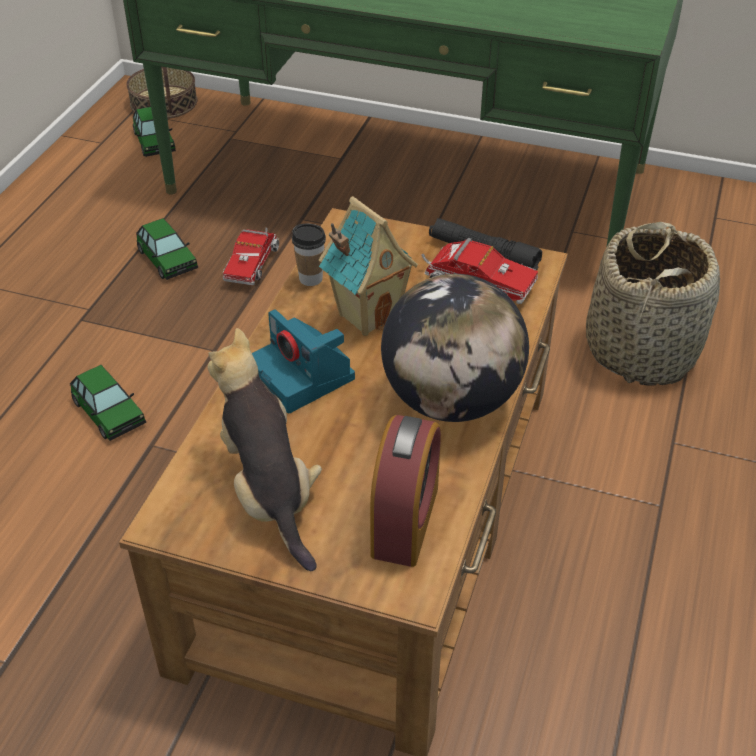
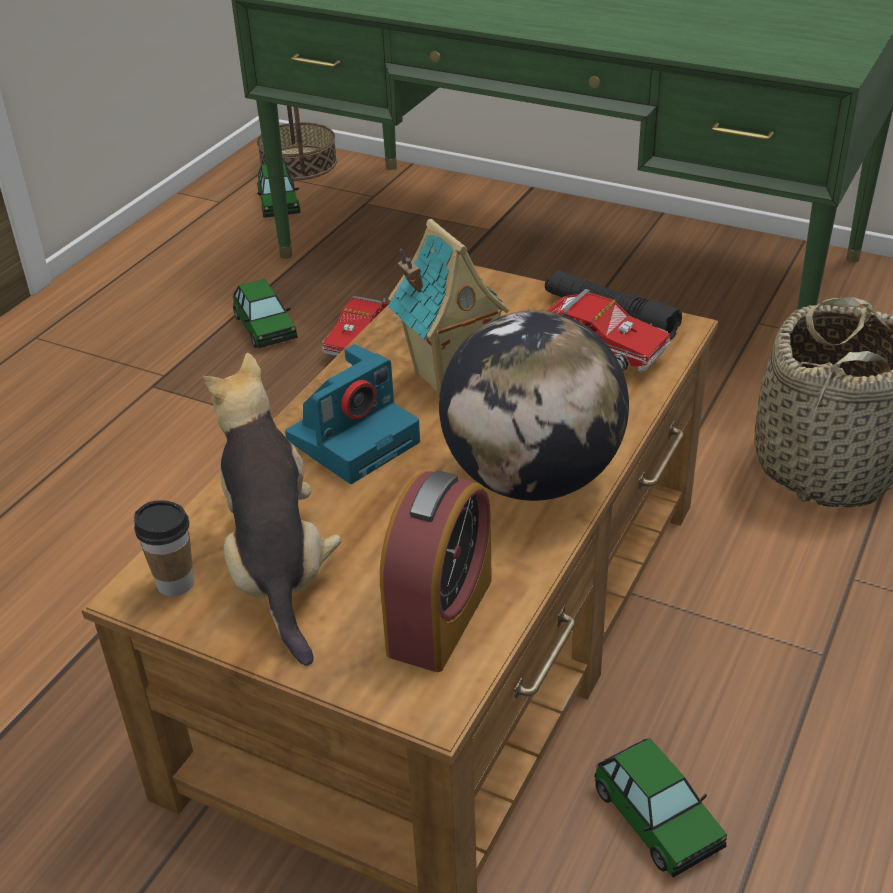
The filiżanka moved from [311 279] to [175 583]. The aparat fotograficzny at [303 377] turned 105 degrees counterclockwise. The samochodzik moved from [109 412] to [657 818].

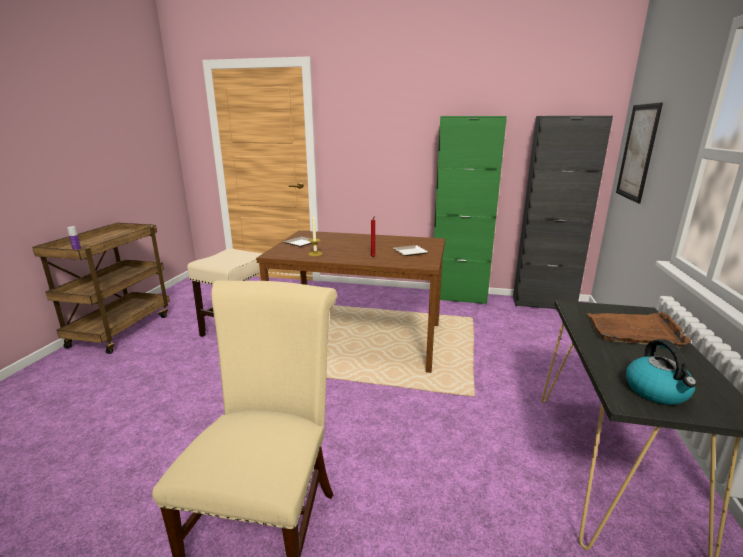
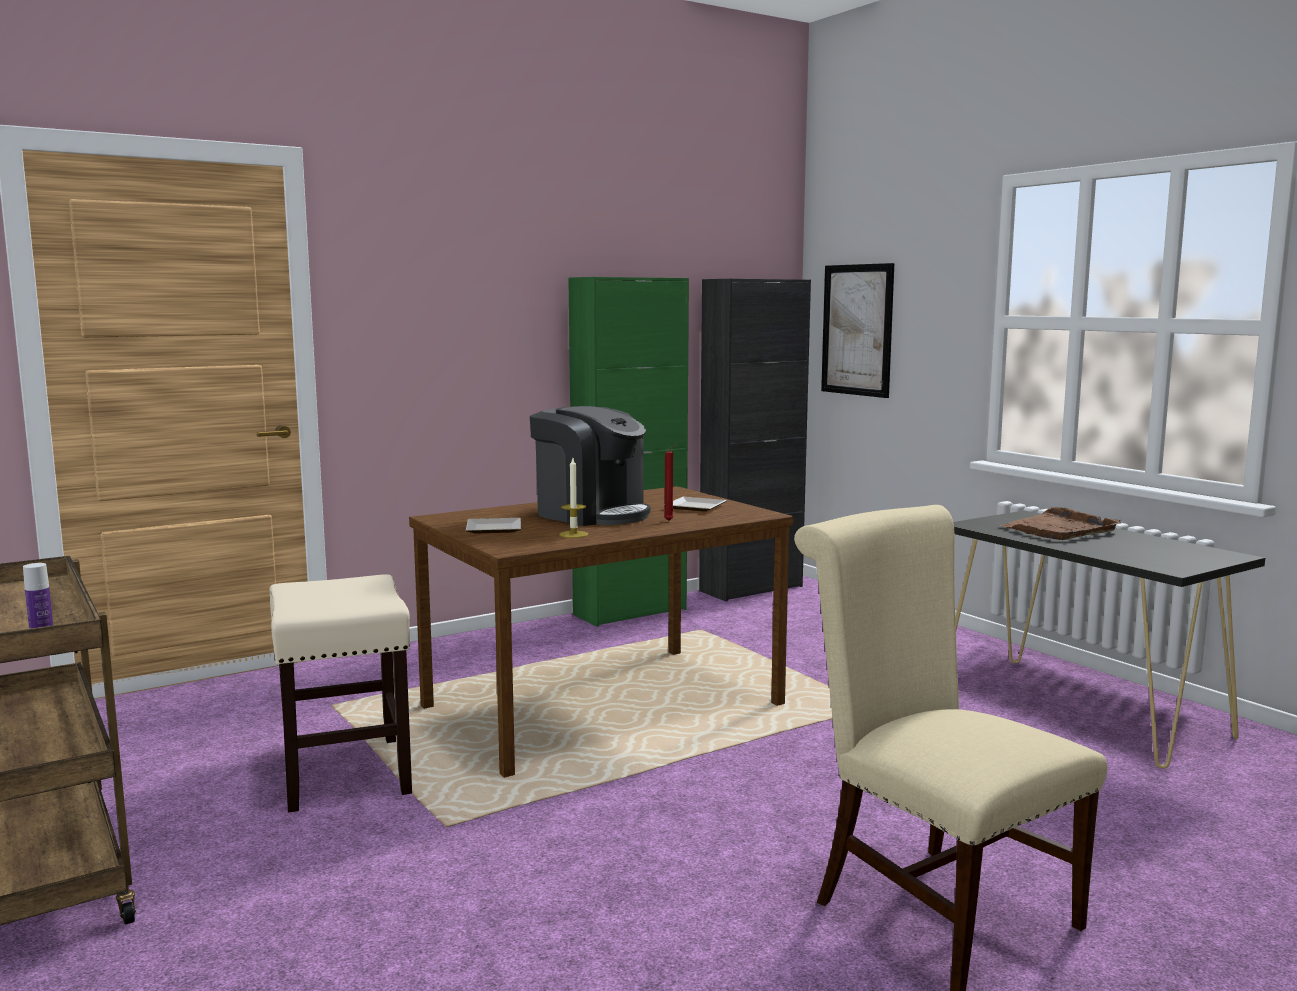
The czajnik at [657 391] disappeared. The ekspres do kawy at [591 514] appeared.

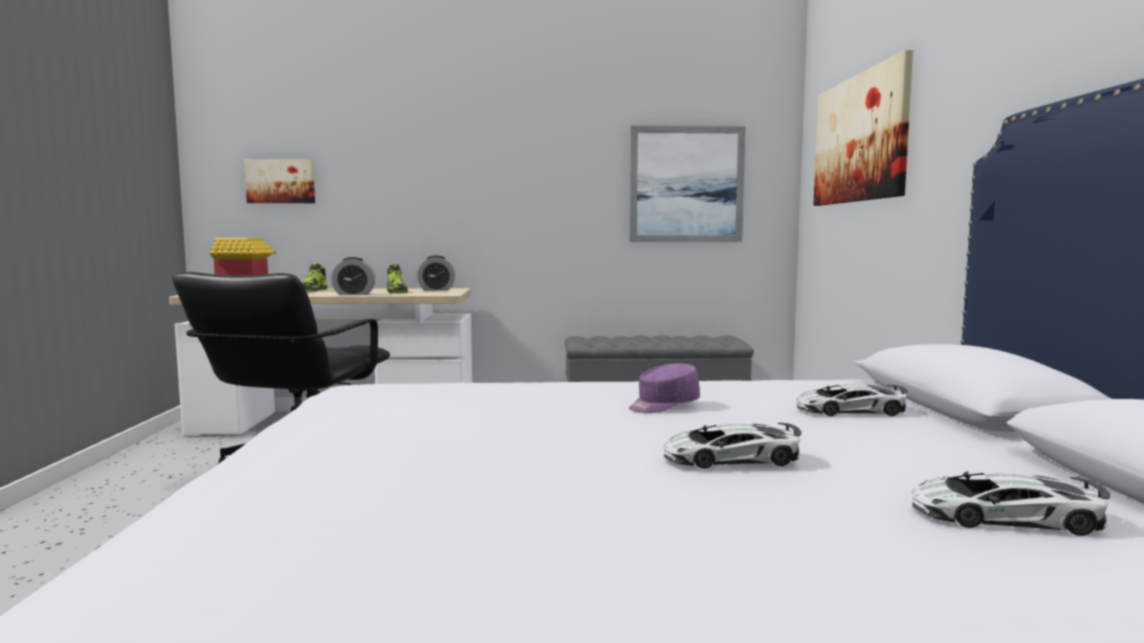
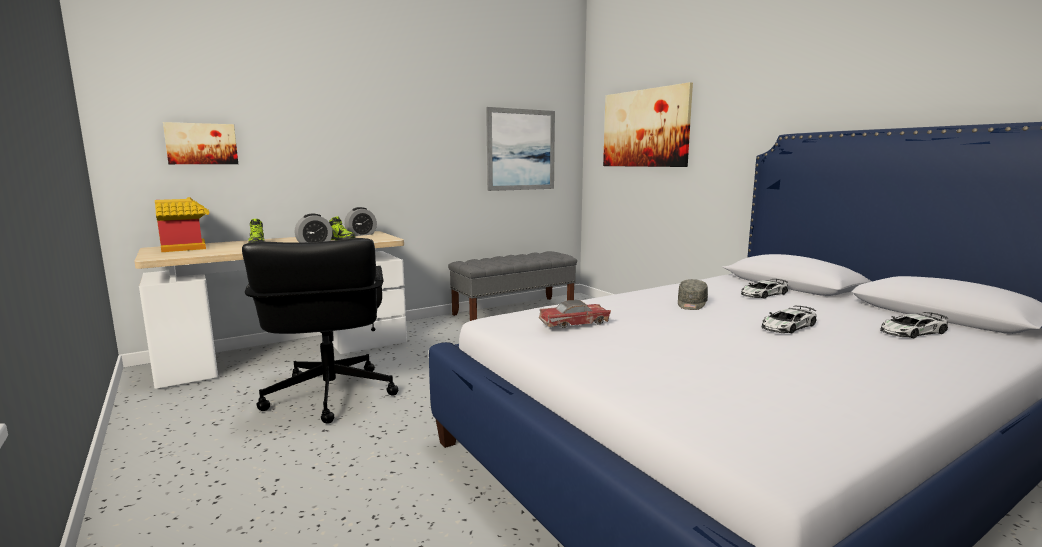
The czapka z daszkiem [fioletowy] at [663 405] became the czapka z daszkiem [szary] at [691 304]. The samochodzik at [574 323] appeared.

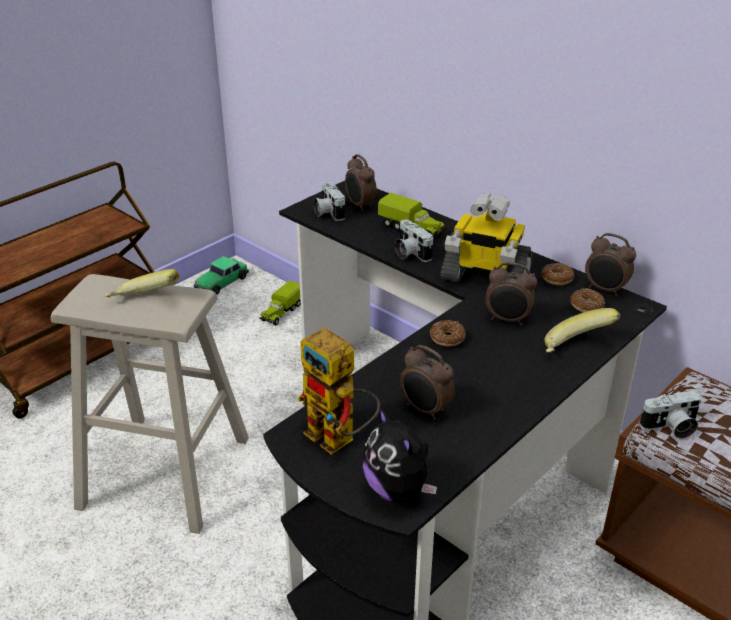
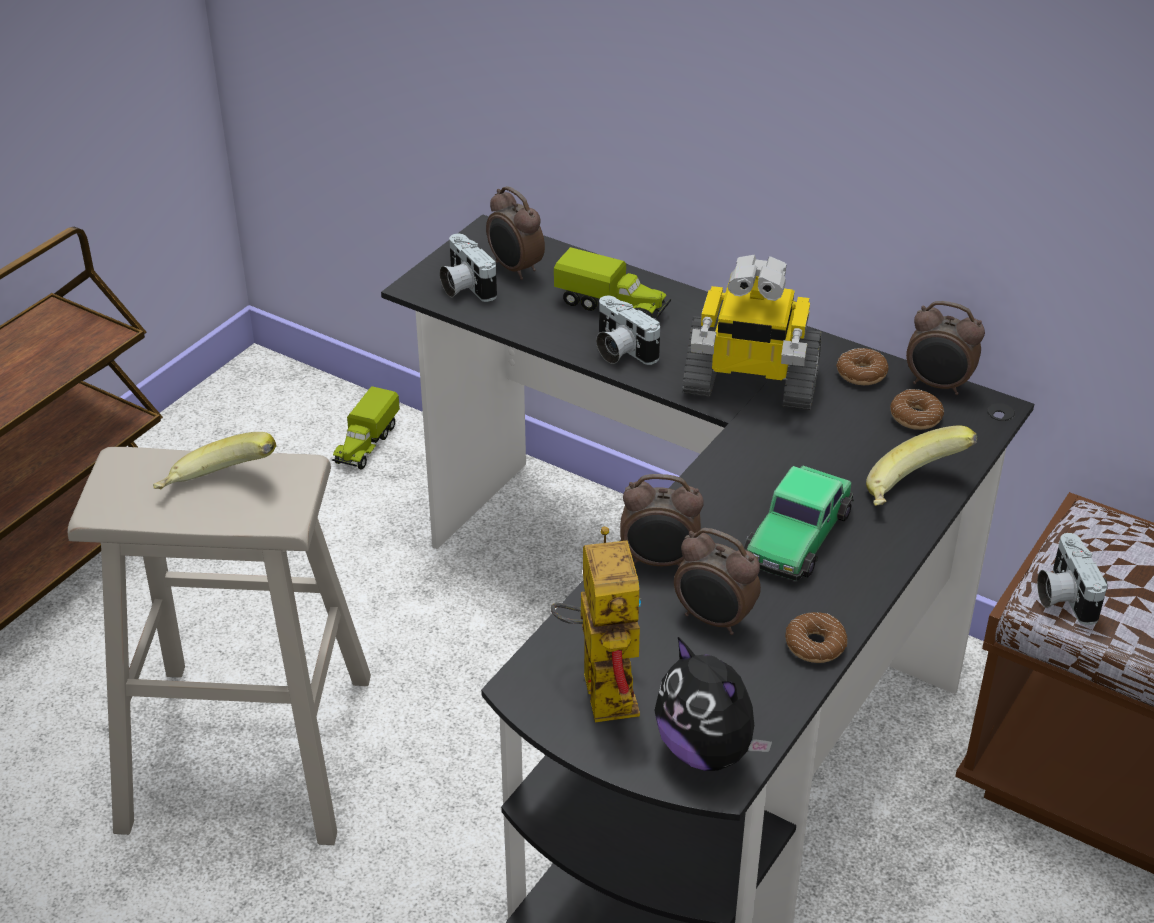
The samochodzik moved from [221 282] to [797 536]. The budzik moved from [507 320] to [659 562]. The donut moved from [447 338] to [815 645]. The robot zabawkowy at [339 439] turned 135 degrees counterclockwise. The aparat fotograficzny at [670 427] turned 105 degrees clockwise.

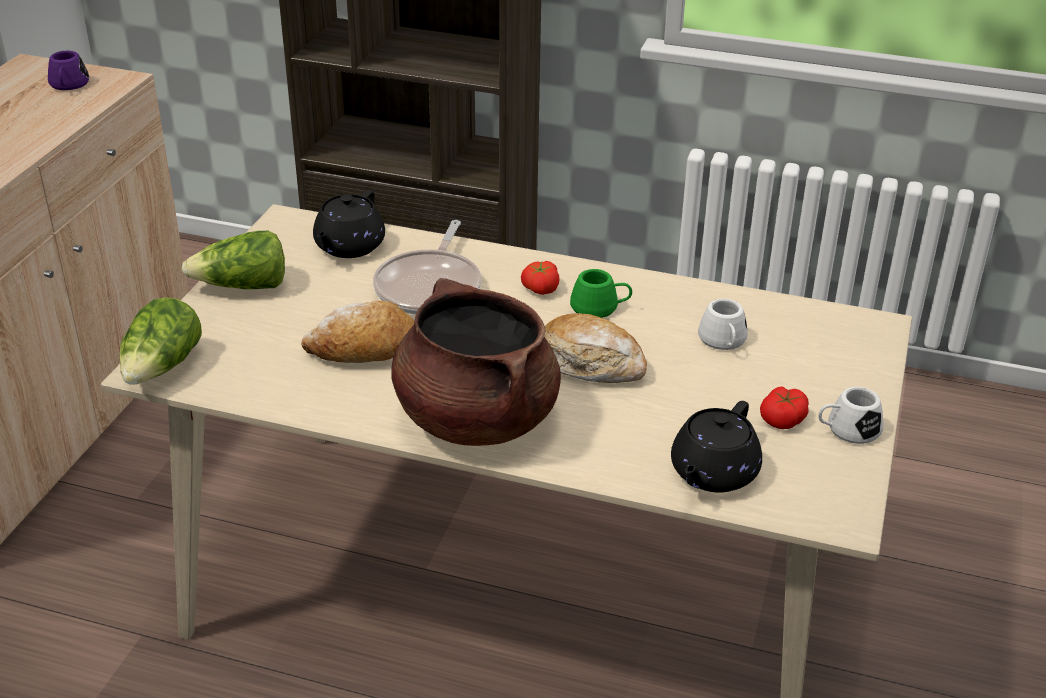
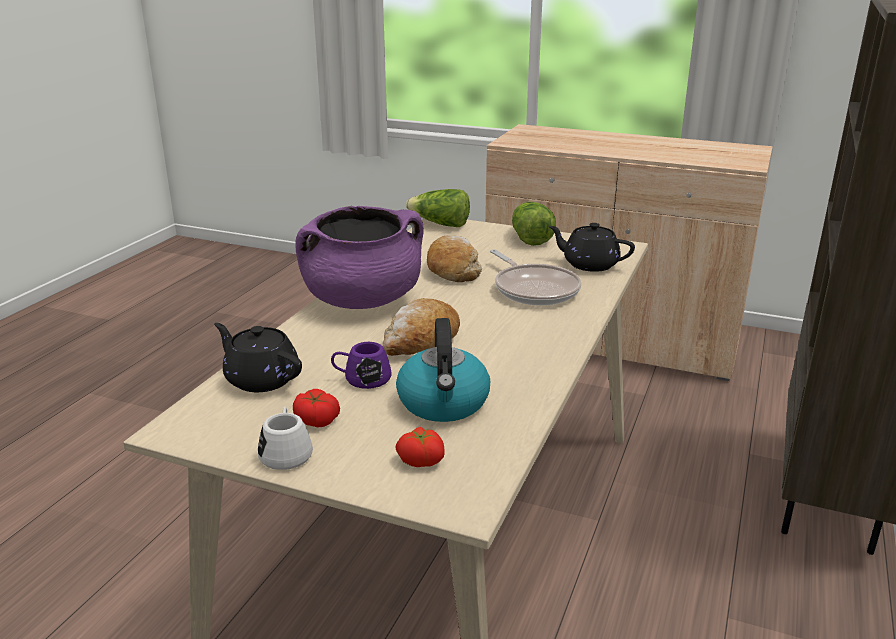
The kubek [fioletowy] moved from [68 86] to [362 379]. The patelnia at [430 287] turned 135 degrees counterclockwise. The pomidor moved from [539 289] to [421 459]. The kubek [zielony] at [600 308] disappeared. The garnek [brązowy] at [475 418] became the garnek [fioletowy] at [363 300]. The kubek [biały] at [723 342] was replaced by the czajnik at [444 403].

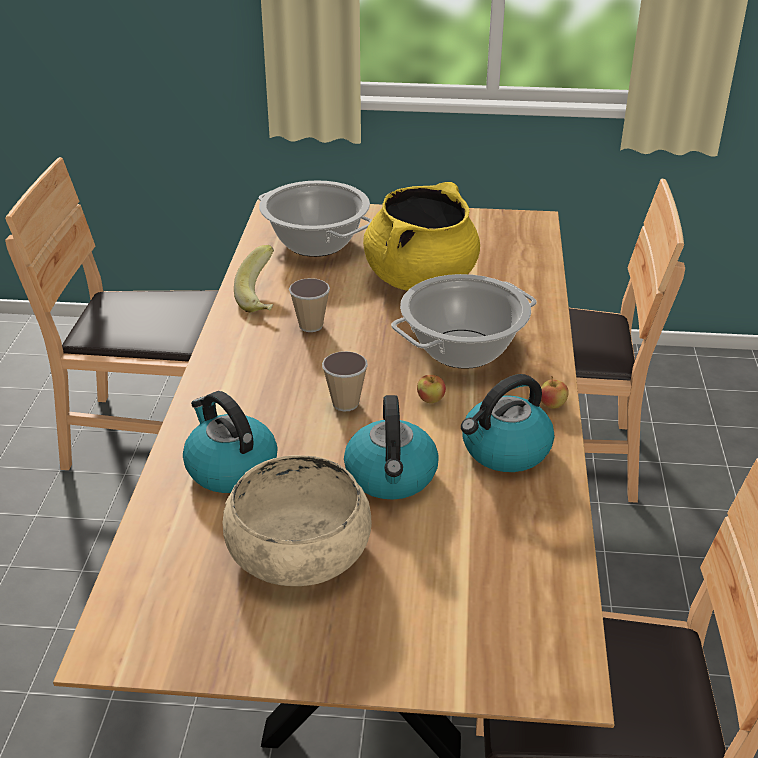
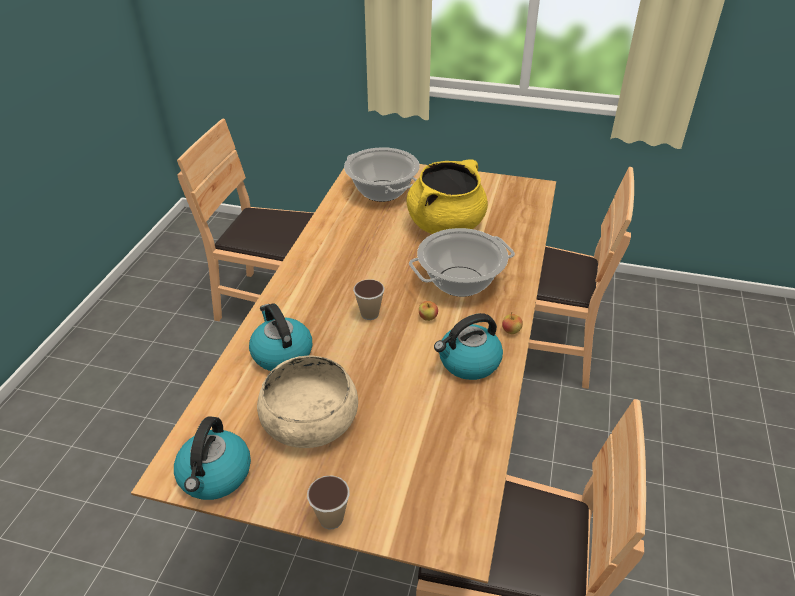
The banan at [264 299] disappeared. The filiżanka moved from [311 326] to [331 518]. The czajnik moved from [391 477] to [215 475].

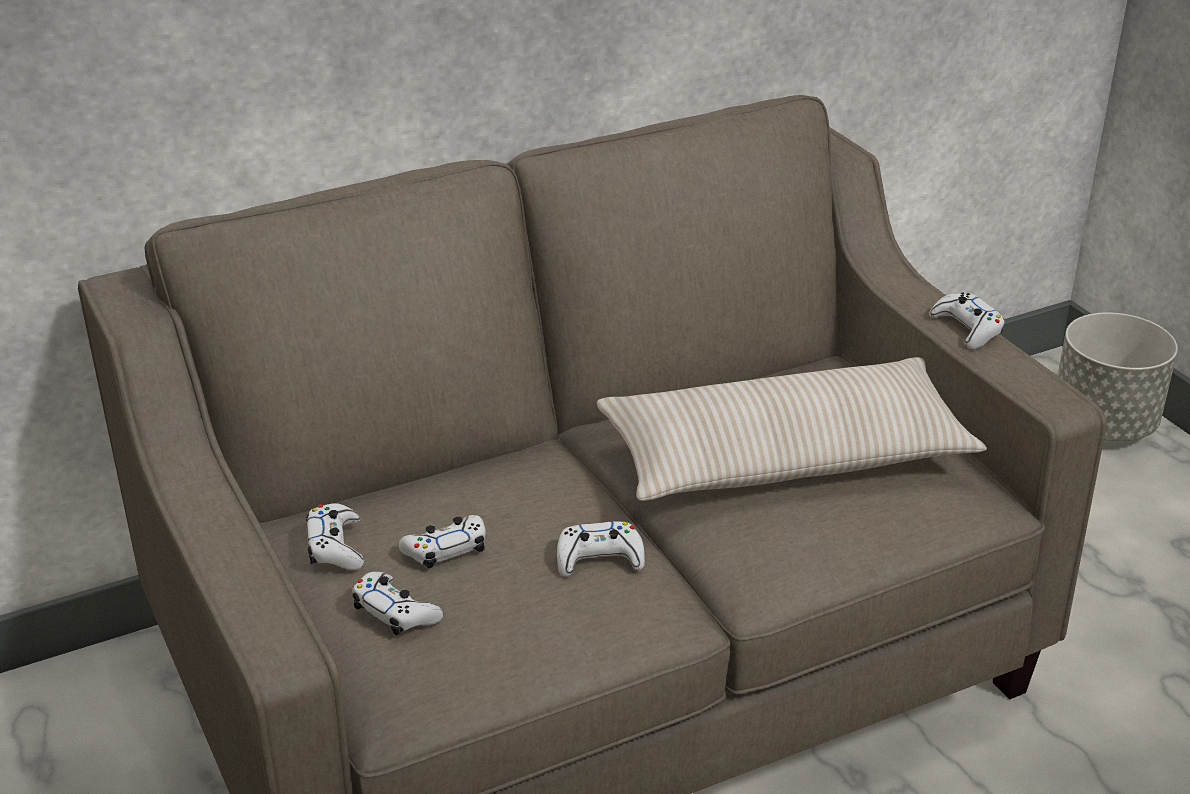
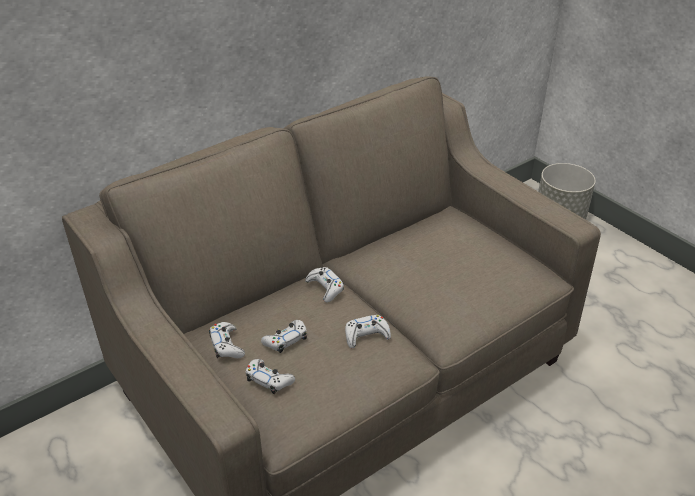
The pad do gier [biały] moved from [967 329] to [325 288]. The poduszka [beżowy] at [785 458] disappeared.

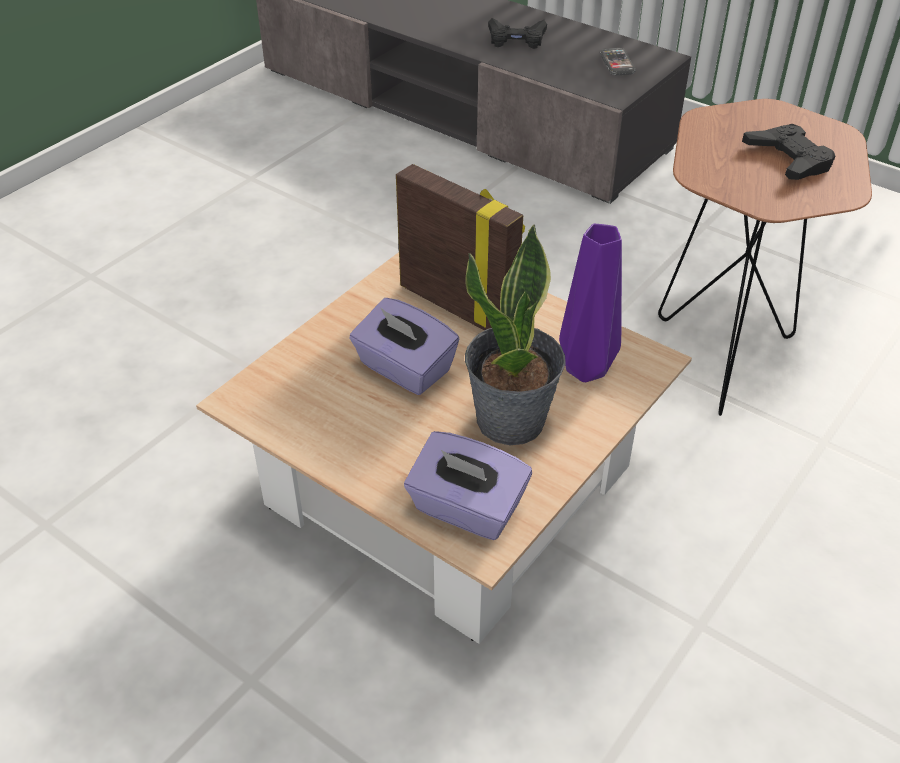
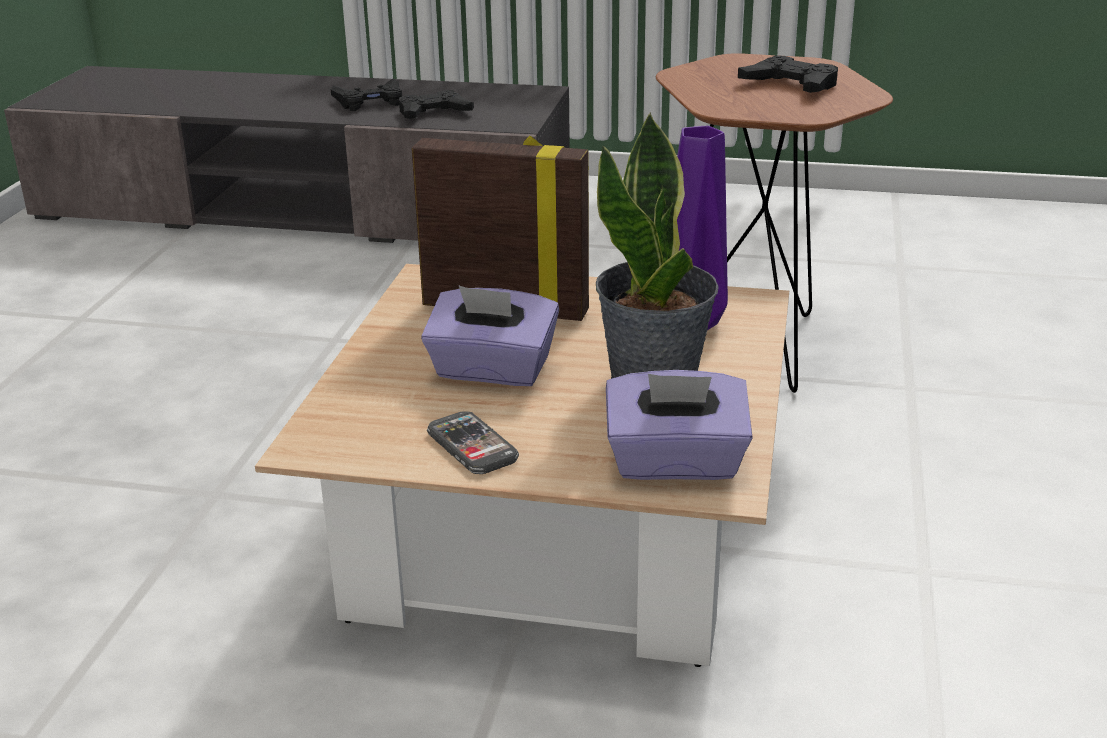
The telefon moved from [617 63] to [472 446]. The pad do gier [czarny] at [433 113] appeared.

